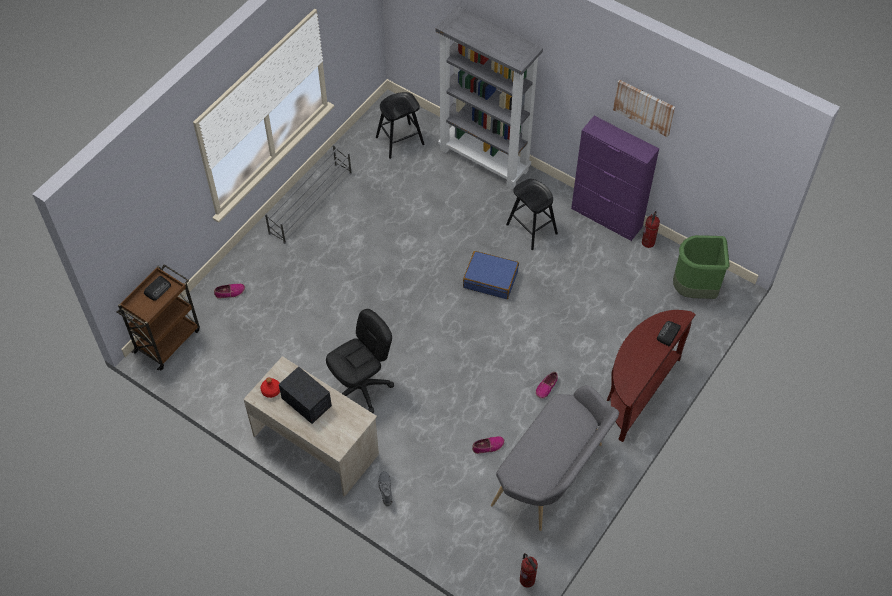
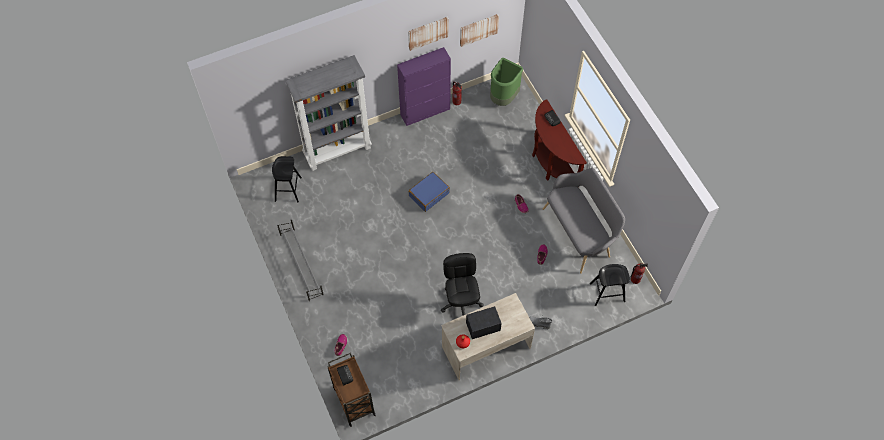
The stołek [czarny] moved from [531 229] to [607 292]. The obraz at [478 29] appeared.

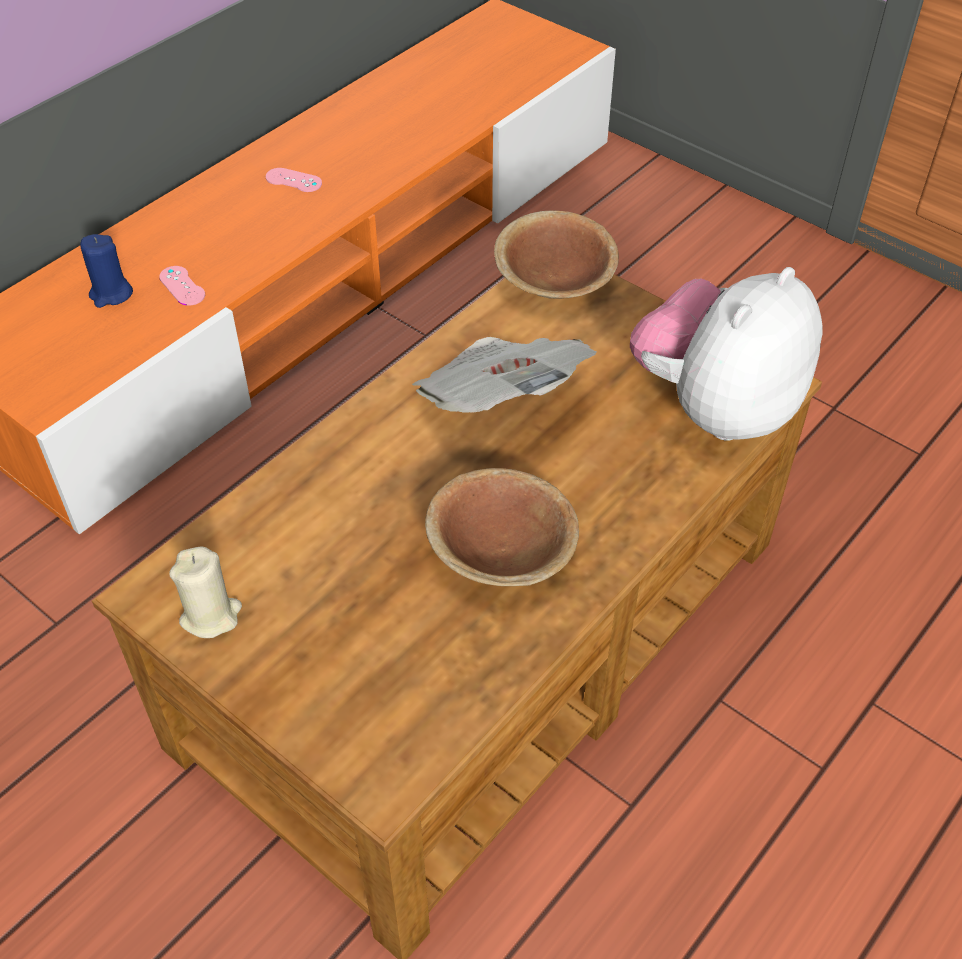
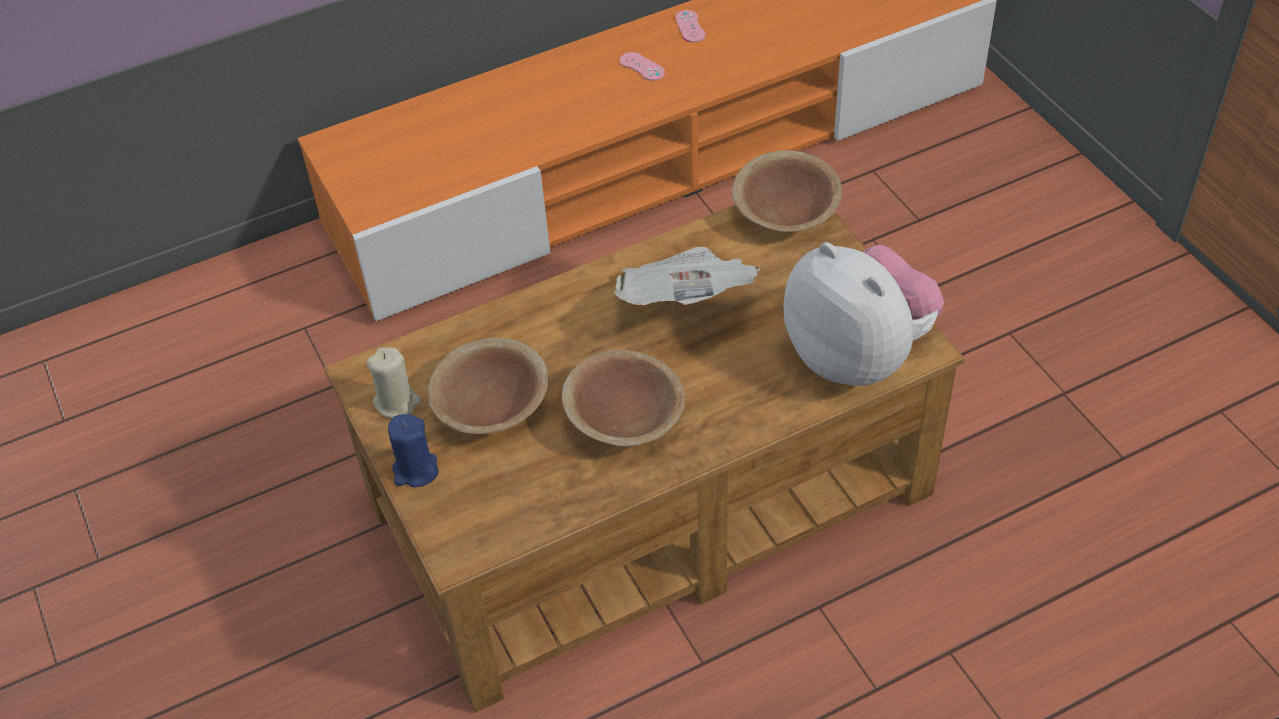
The świeca [niebieski] moved from [111 294] to [415 471]. The pad do gier [różowy] moved from [182 286] to [690 26]. The pluszak at [716 408] turned 75 degrees clockwise. The miska [brązowy] at [491 407] appeared.

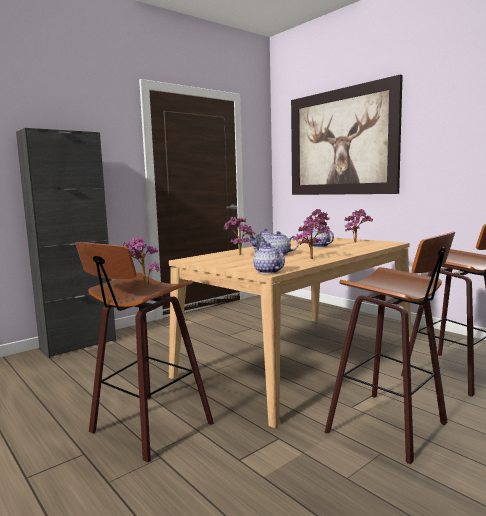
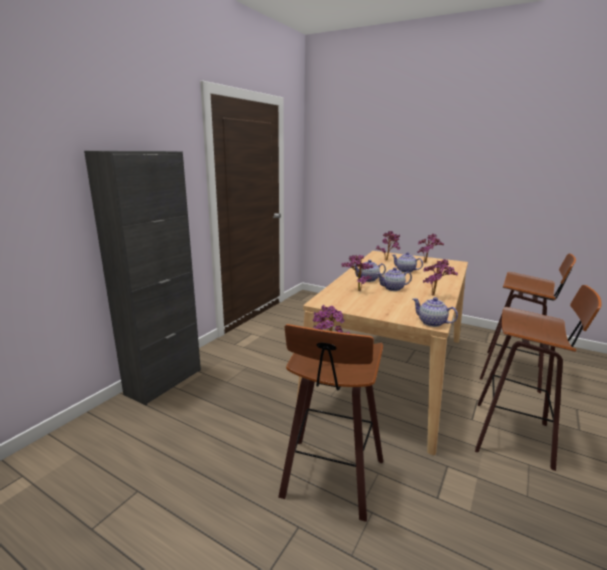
The obraz at [341 142] disappeared.

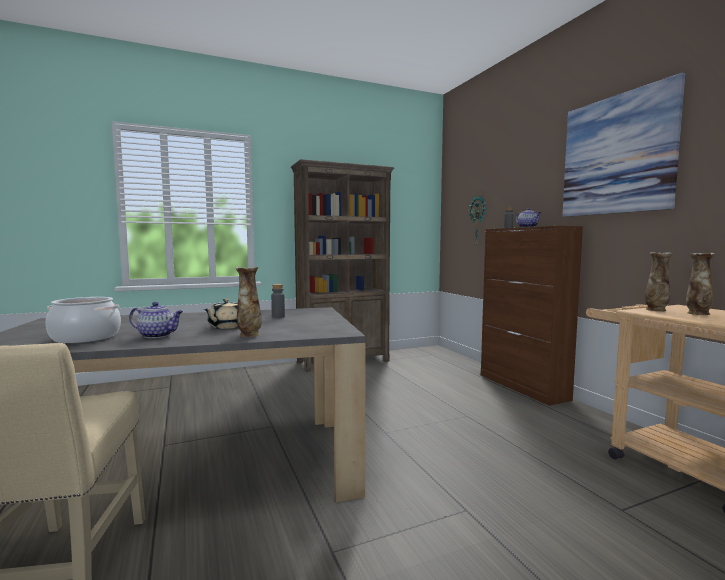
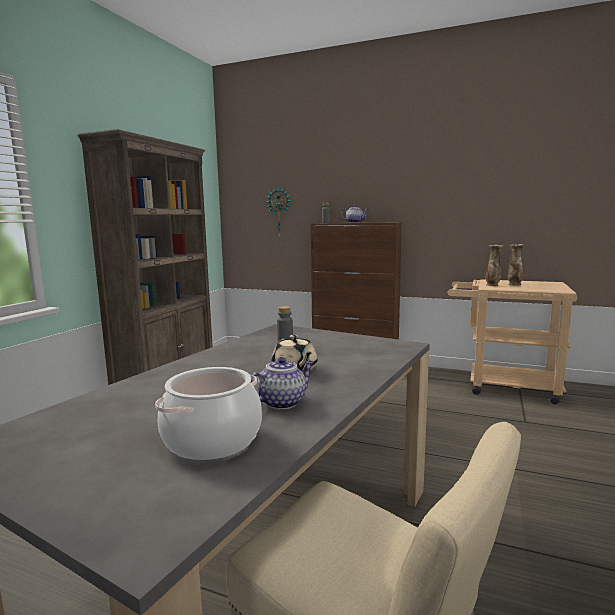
The obraz at [617 155] disappeared. The wazon at [249 335] disappeared.

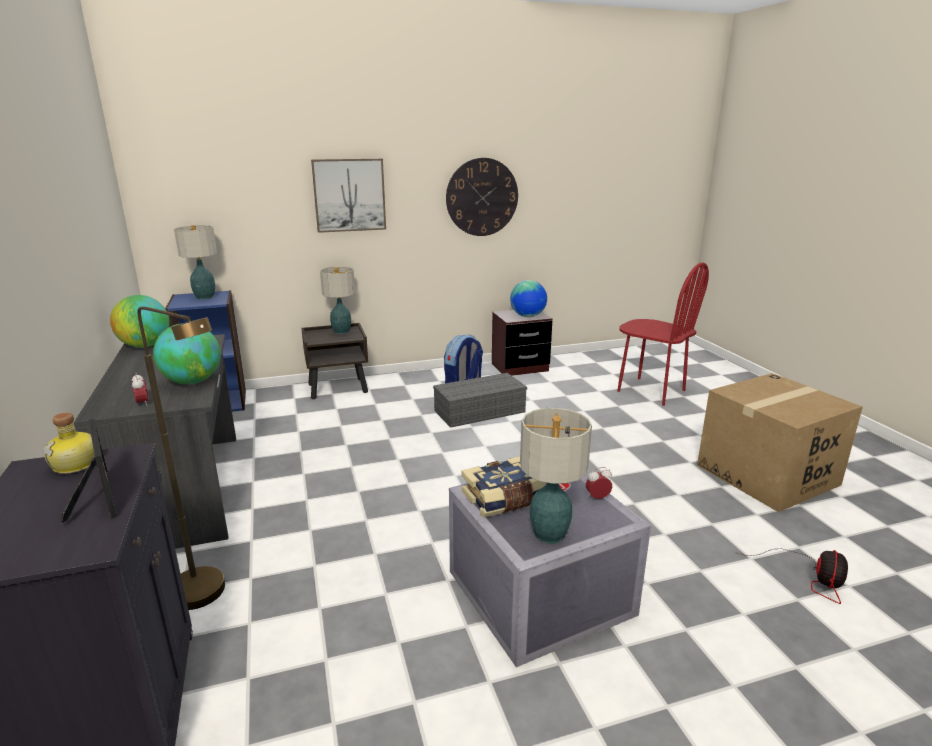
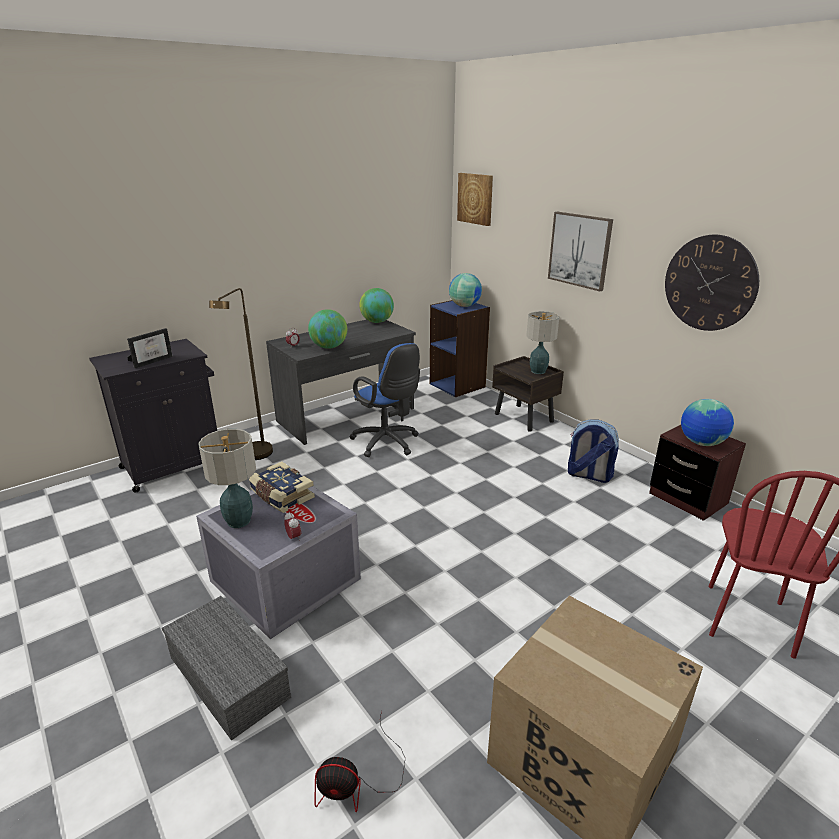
The lampa stołowa at [204 297] was replaced by the globus at [464 306]. The pojemnik do przechowywania [szary] moved from [480 410] to [231 677]. The butelka at [77 464] disappeared. The obraz at [475 198] appeared. The krzesło biurowe [niebieski] at [388 443] appeared.

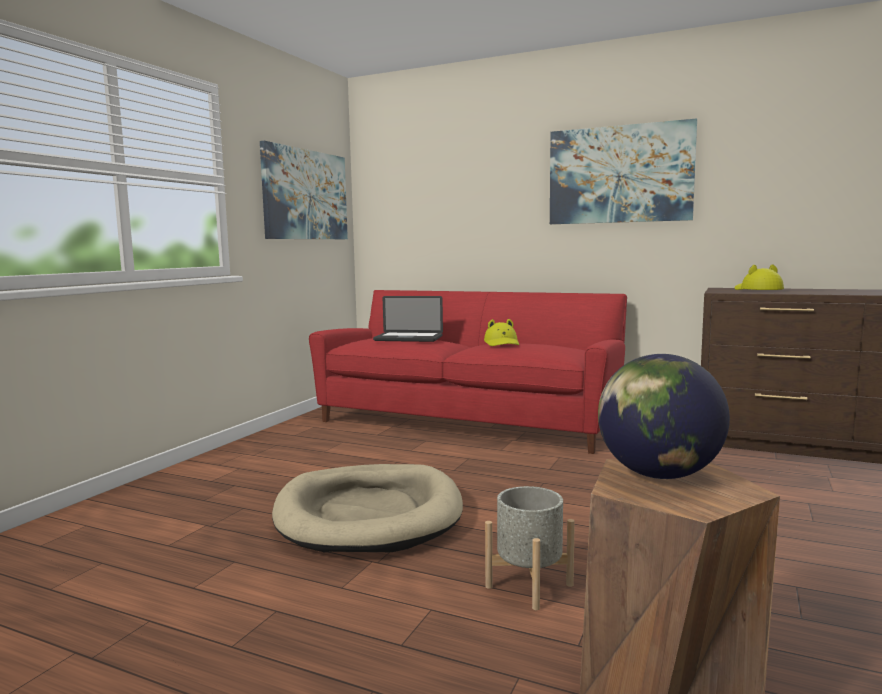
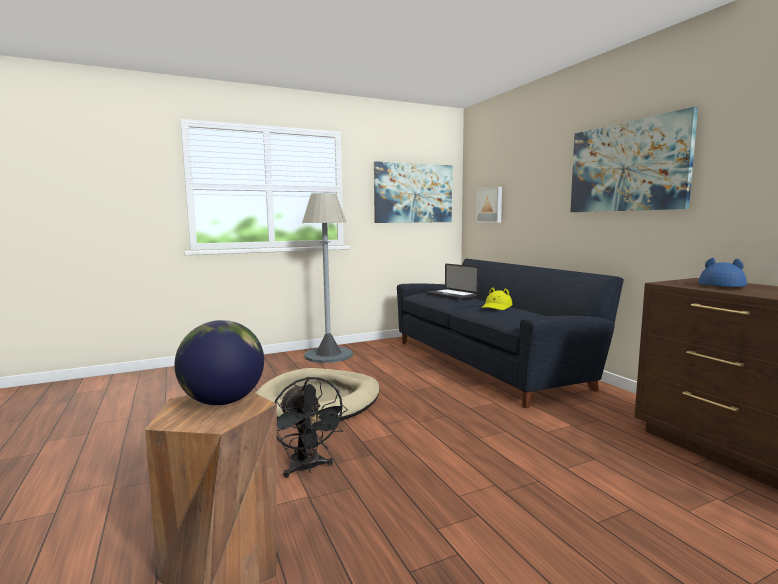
The kapelusz [żółty] at [757 290] became the kapelusz [niebieski] at [721 285]. The kanapa [czerwony] at [469 420] became the kanapa [czarny] at [488 362]. The donica [szary] at [529 586] was replaced by the wentylator [czarny] at [307 468]. The obraz at [490 205] appeared. The lampa stojąca [szary] at [328 355] appeared.

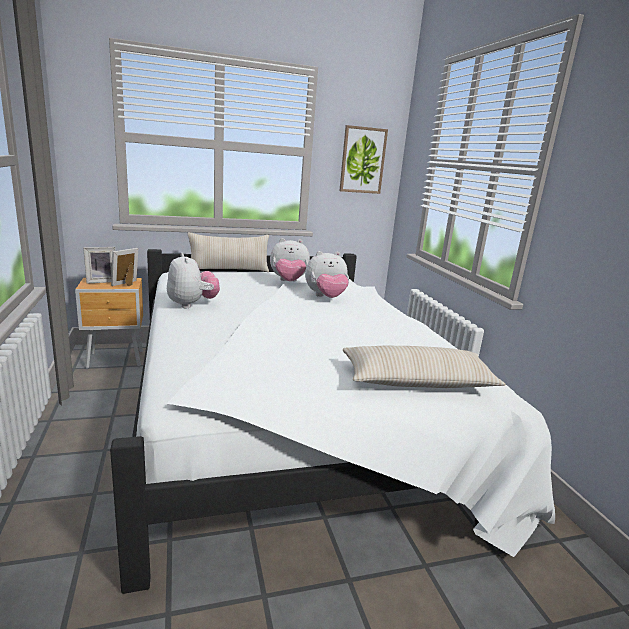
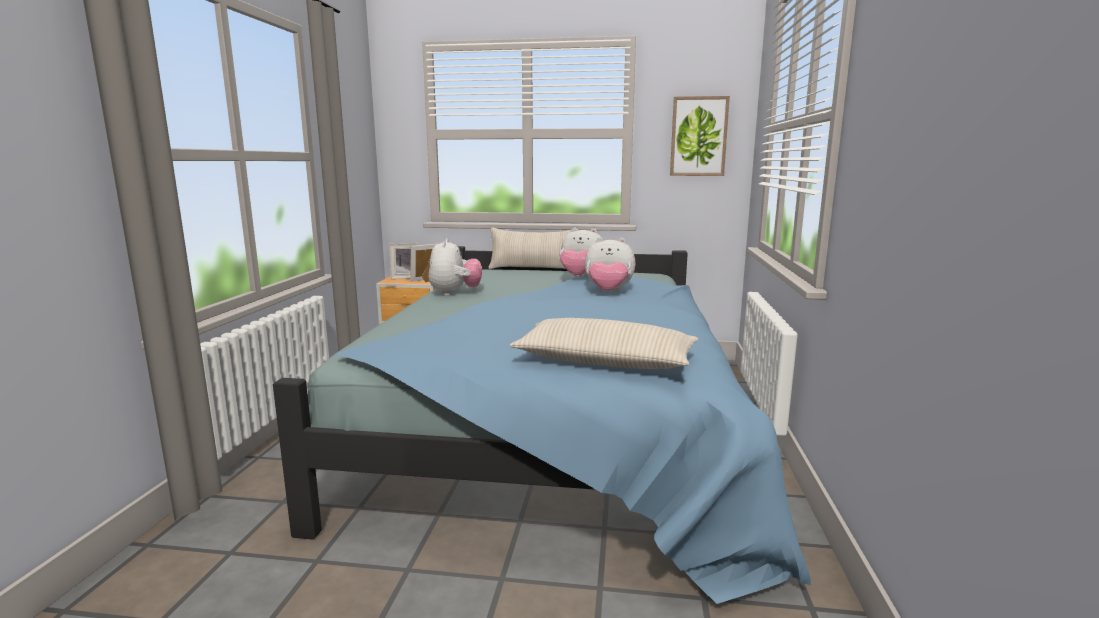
The łóżko [biały] at [294 421] became the łóżko [niebieski] at [556 432].

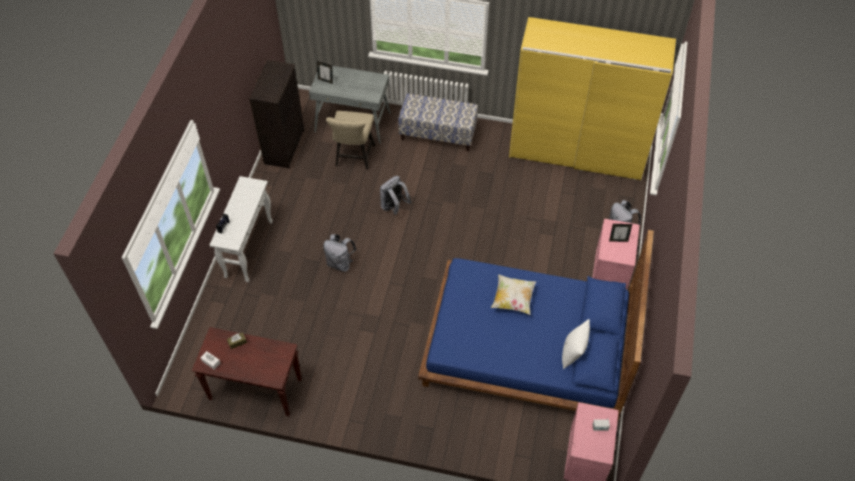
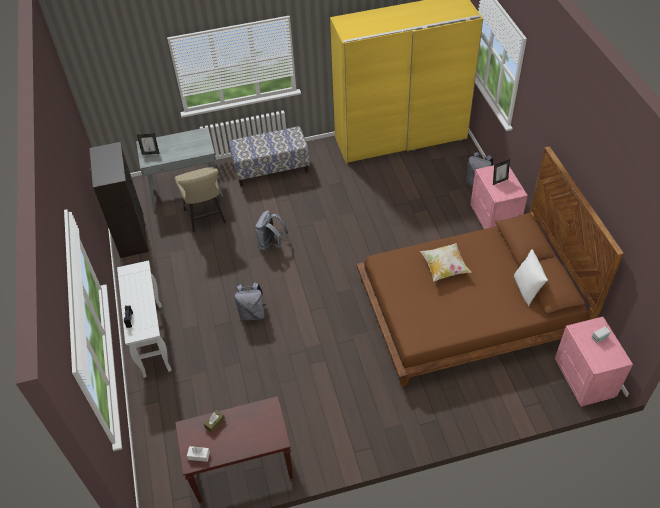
The łóżko [niebieski] at [526 346] became the łóżko [brązowy] at [468 309].

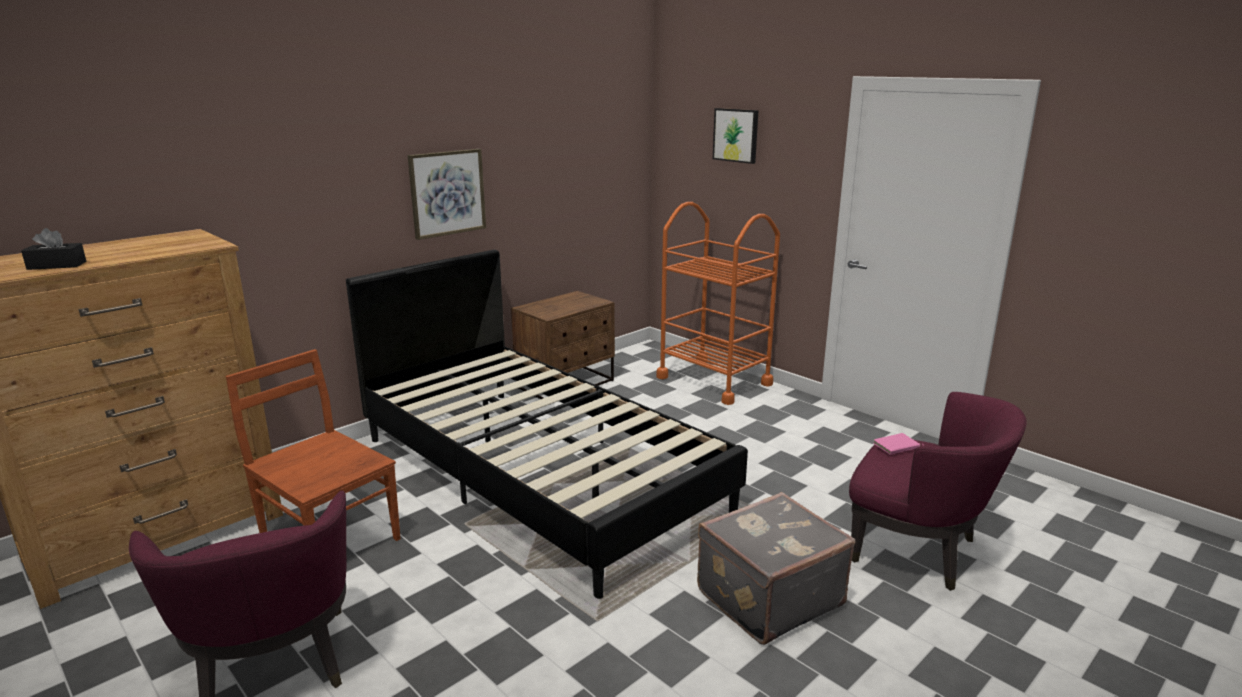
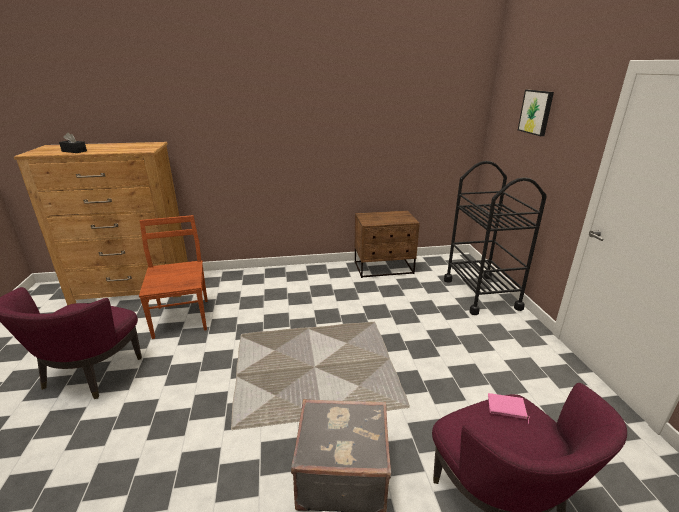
The obraz at [447 193] disappeared. The wózek [pomarańczowy] at [714 381] became the wózek [czarny] at [481 294]. The łóżko [czarny] at [538 473] disappeared.

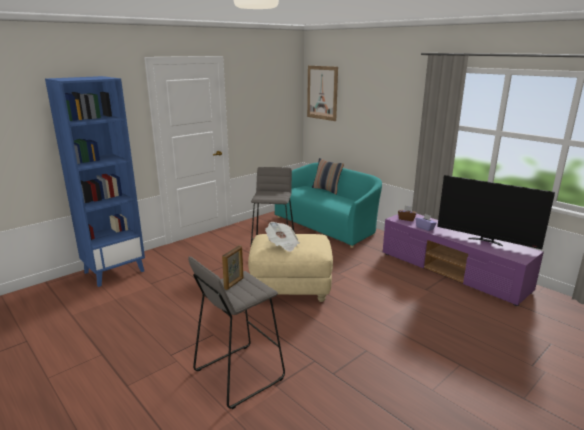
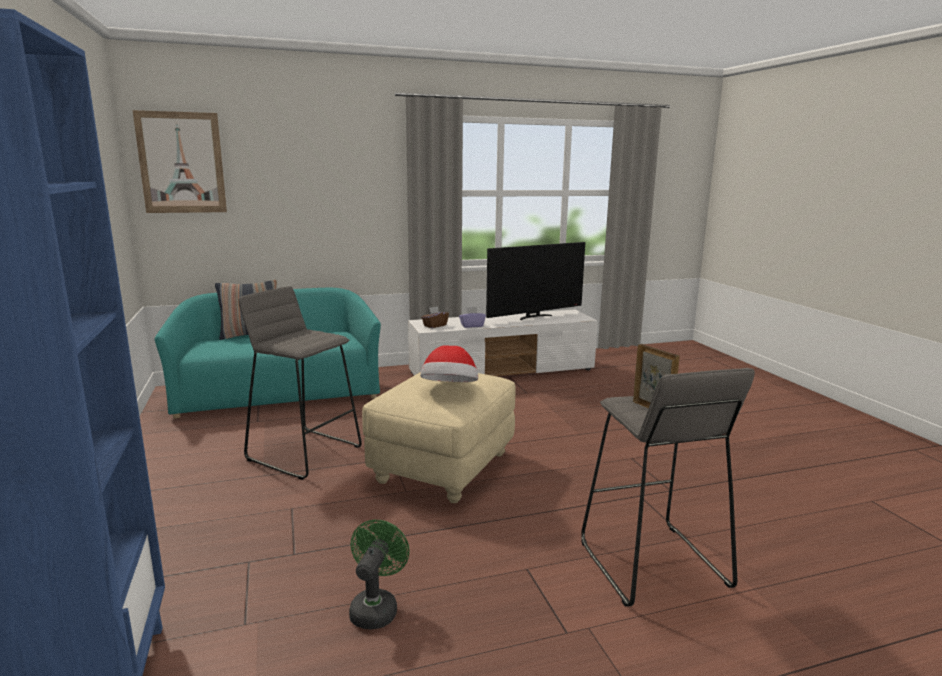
The szafka pod telewizor [fioletowy] at [453 272] became the szafka pod telewizor [biały] at [503 371]. The gazeta at [282 245] was replaced by the kapelusz at [450 390]. The wentylator [zielony] at [376 607] appeared.

